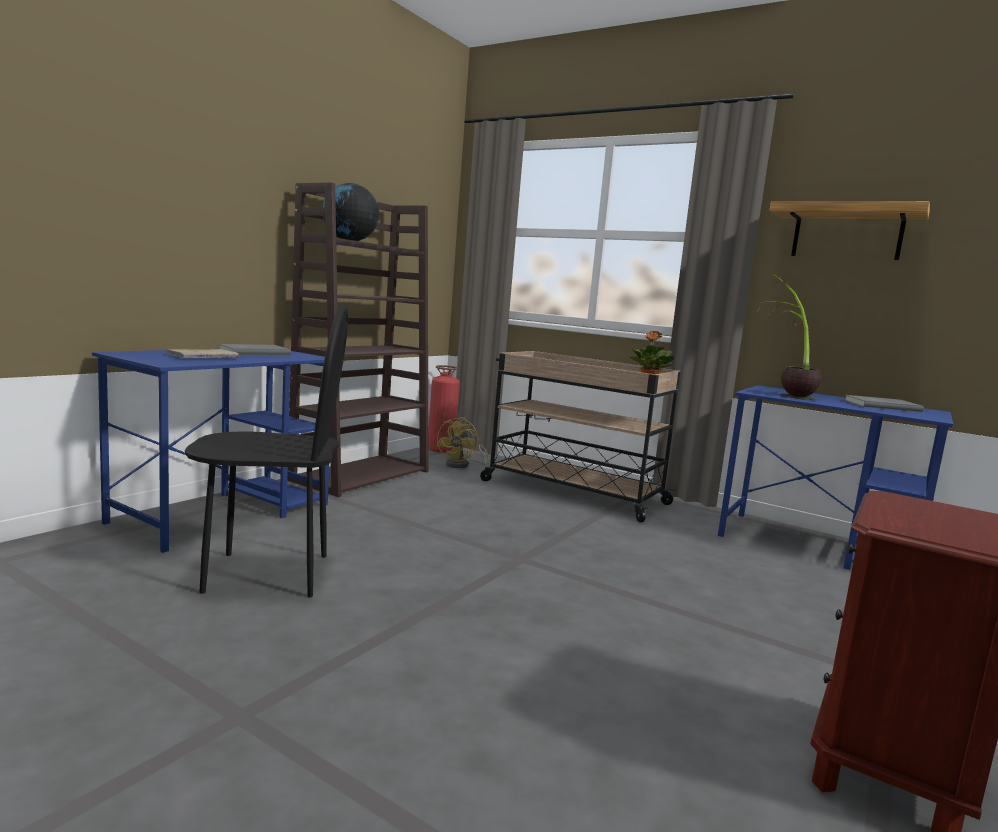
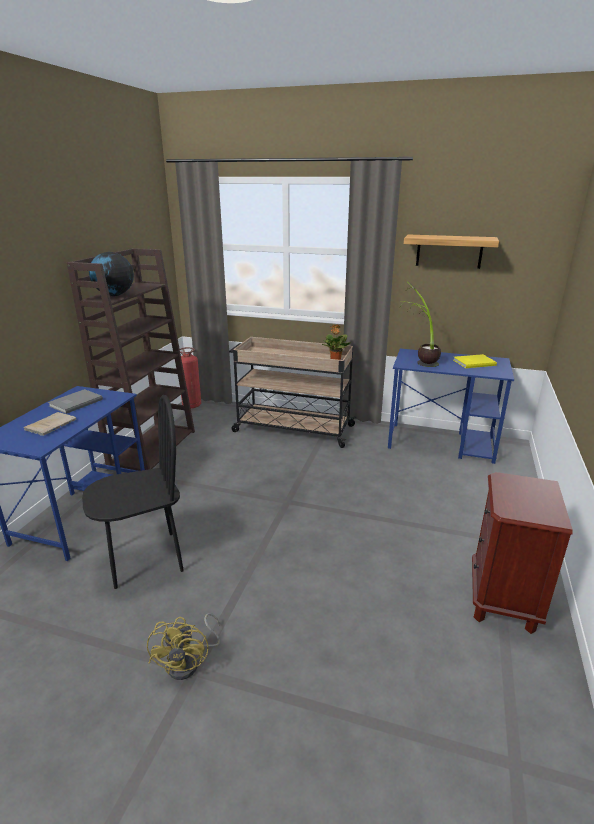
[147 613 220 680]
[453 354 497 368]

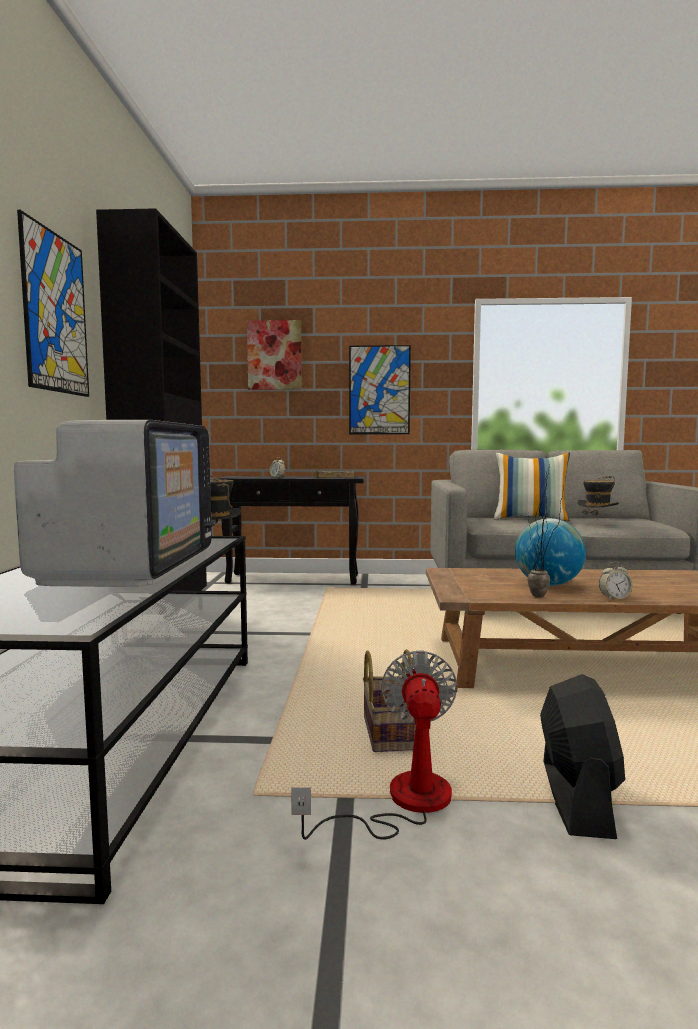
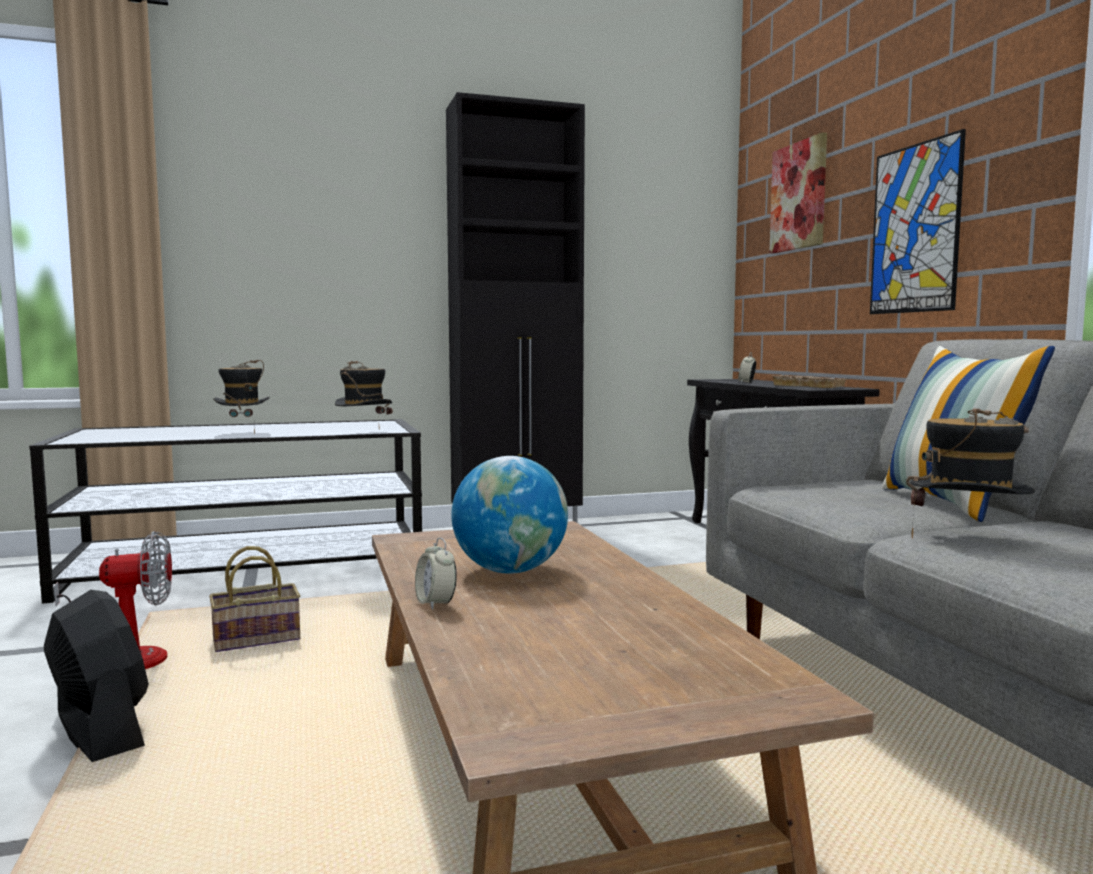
[17 210 89 397] (first image)
[527 465 564 598] (first image)
[213 360 270 435]
[44 590 149 762]

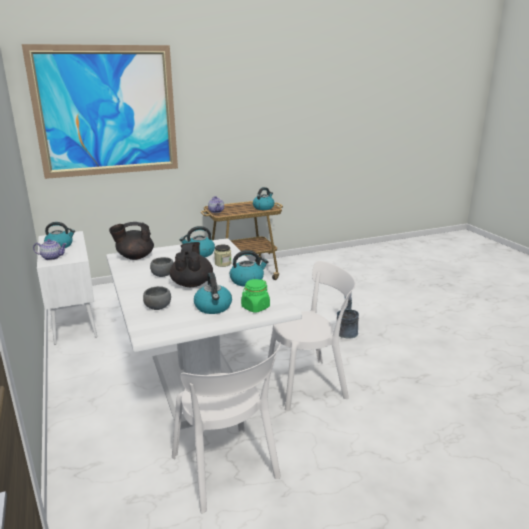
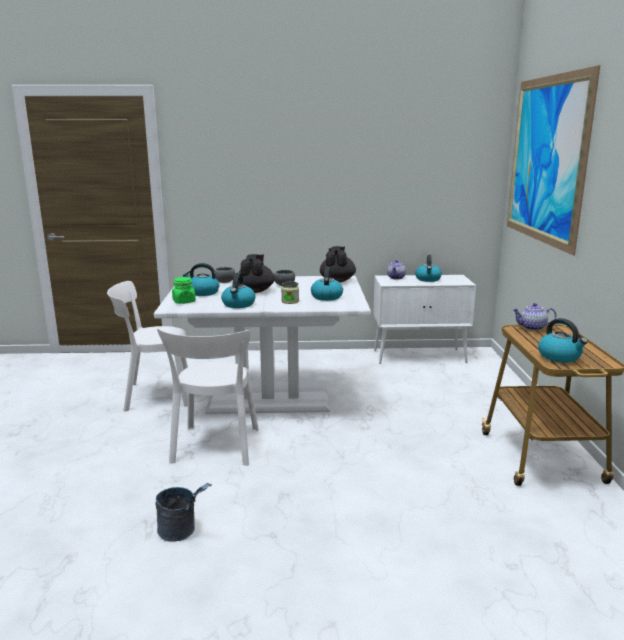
[155 483 212 542]
[238 254 275 293]

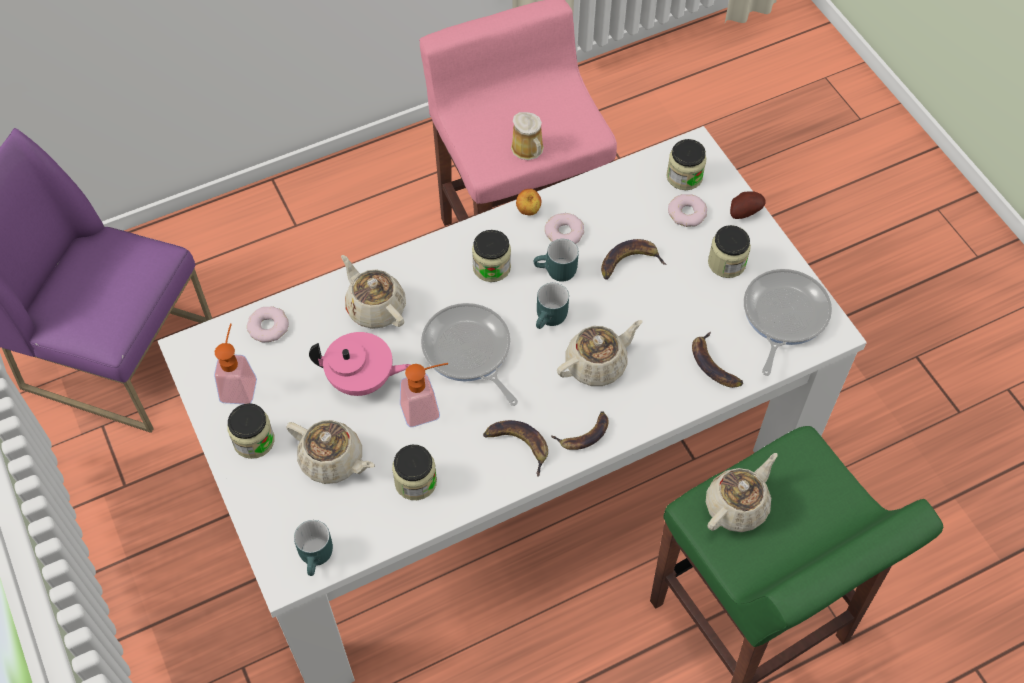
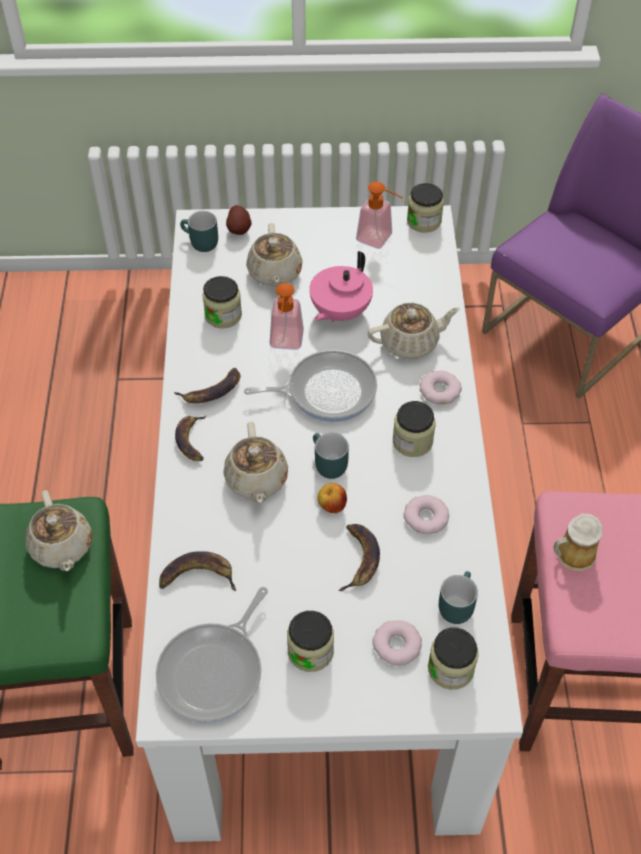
[407 183 444 233]
[420 370 462 404]
[317 483 347 513]
[439 571 478 624]
[226 205 252 235]
[246 223 303 287]
[156 587 268 723]

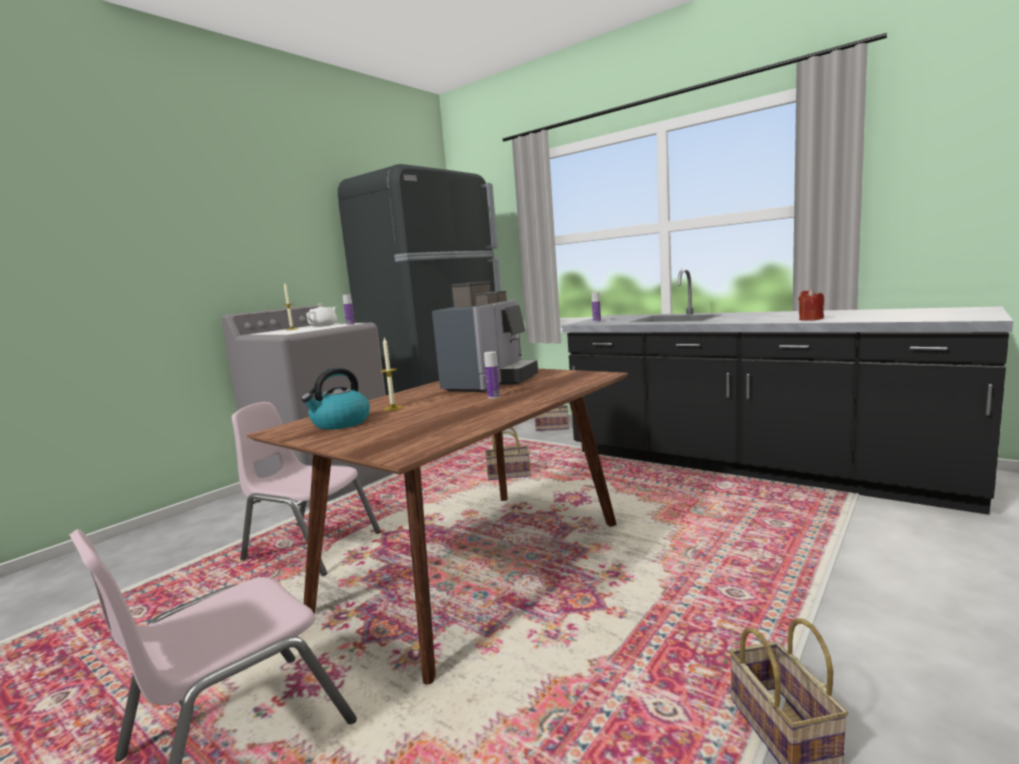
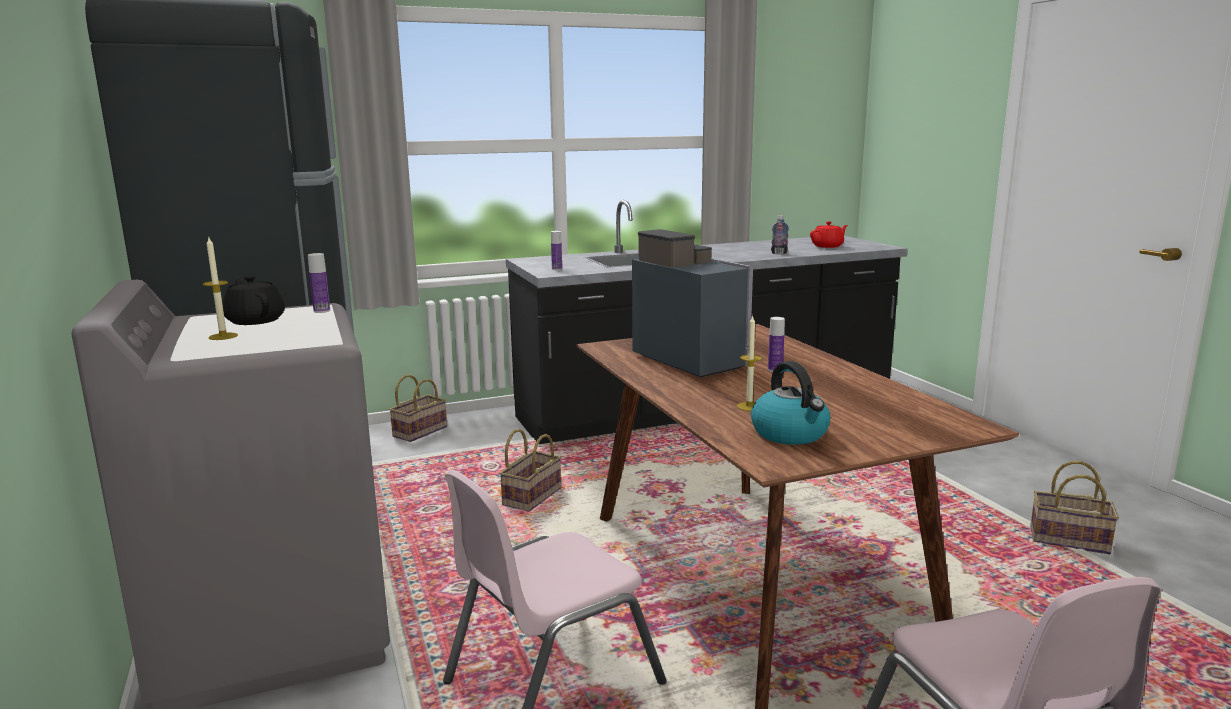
[810 221 848 248]
[771 215 789 254]
[222 276 285 325]

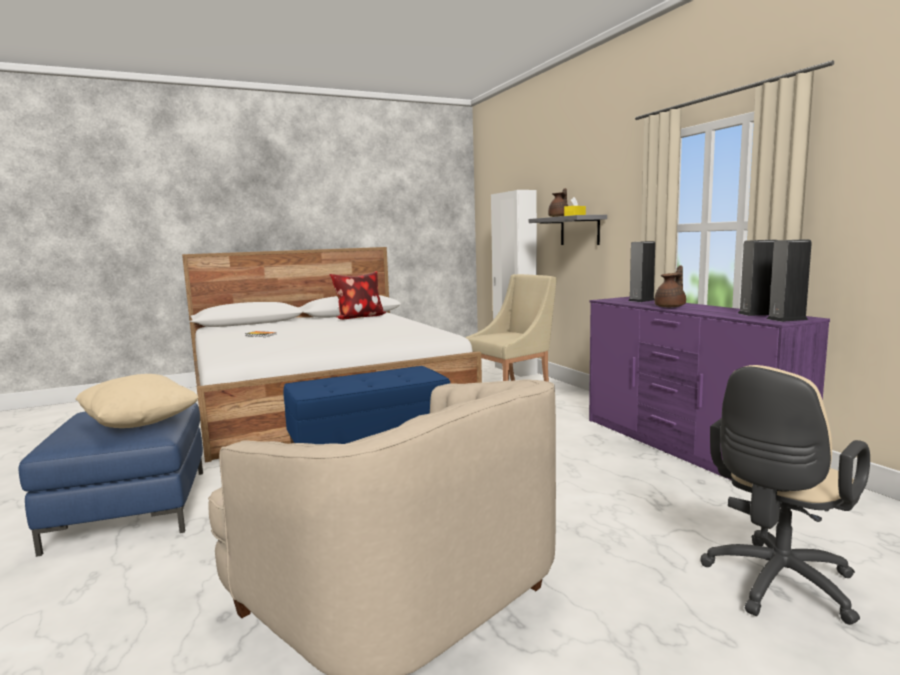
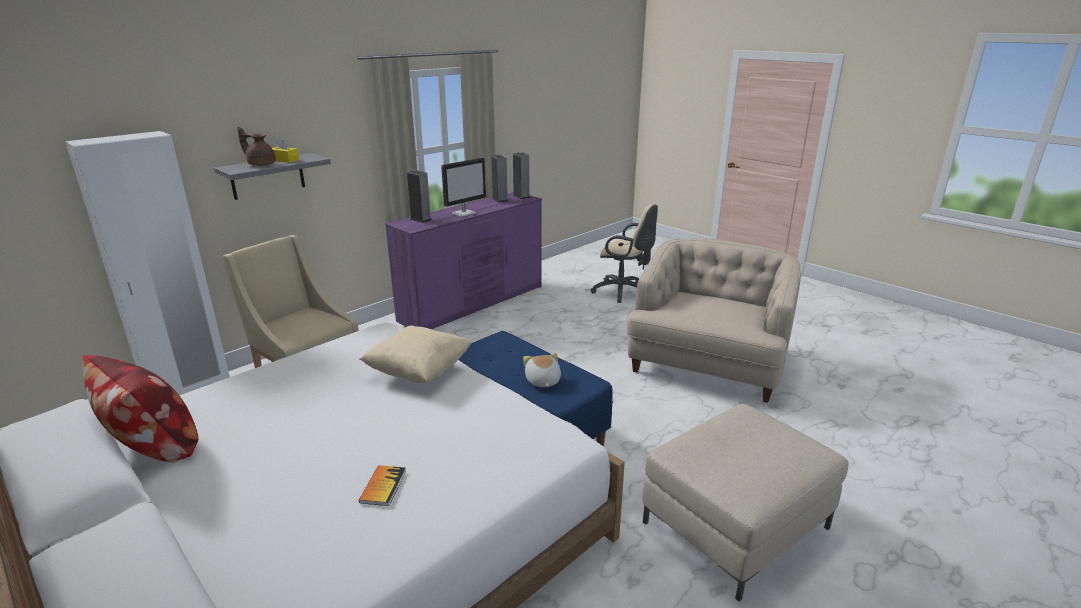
[523 353 561 387]
[359 326 473 383]
[441 158 486 217]
[642 404 849 602]

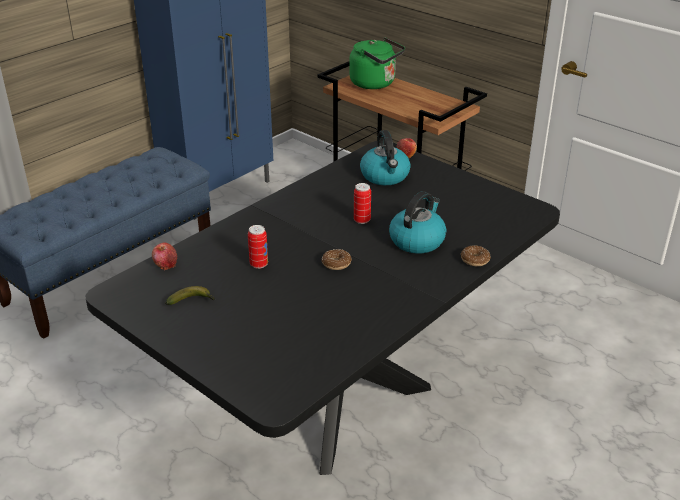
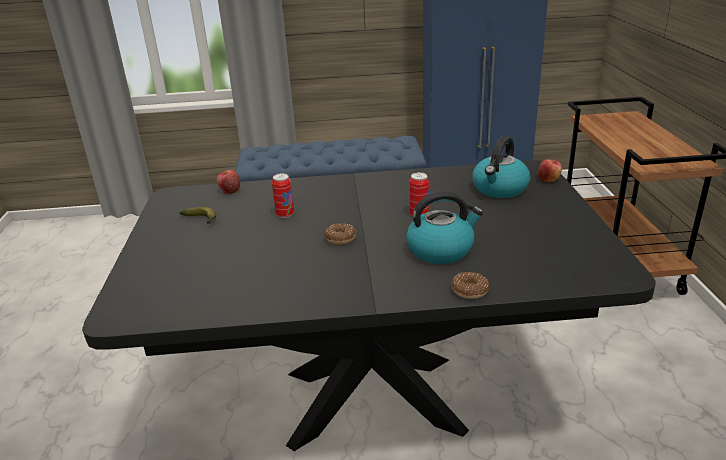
[349 37 405 89] (first image)

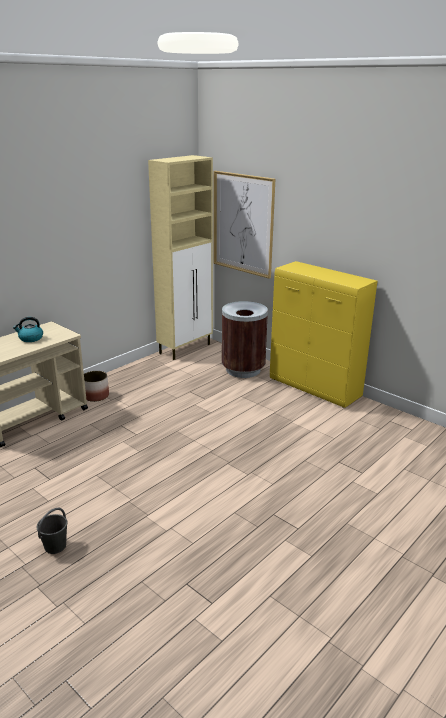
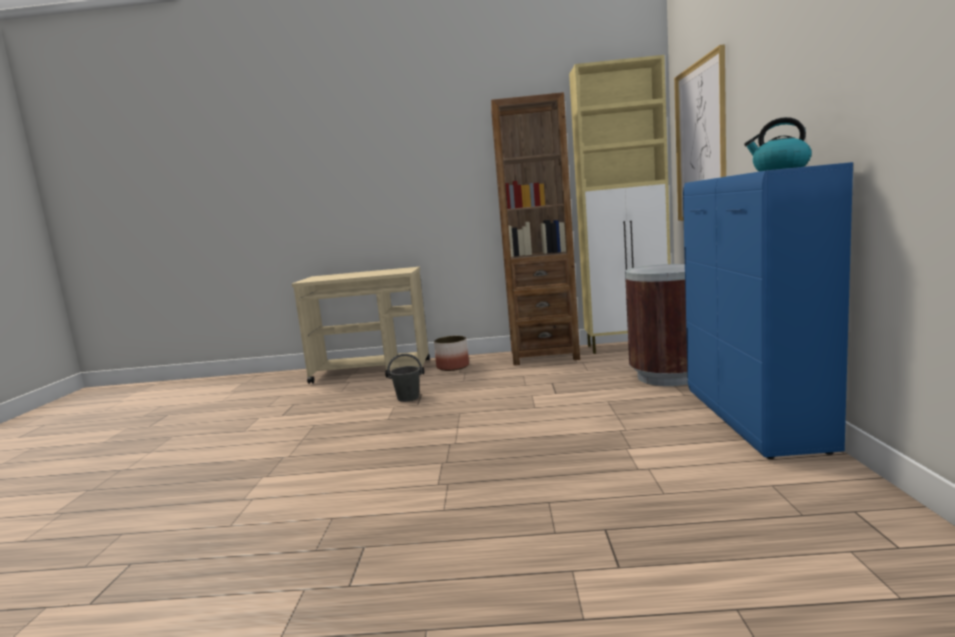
[491 92 580 365]
[744 117 812 172]
[387 354 423 402]
[683 162 853 459]

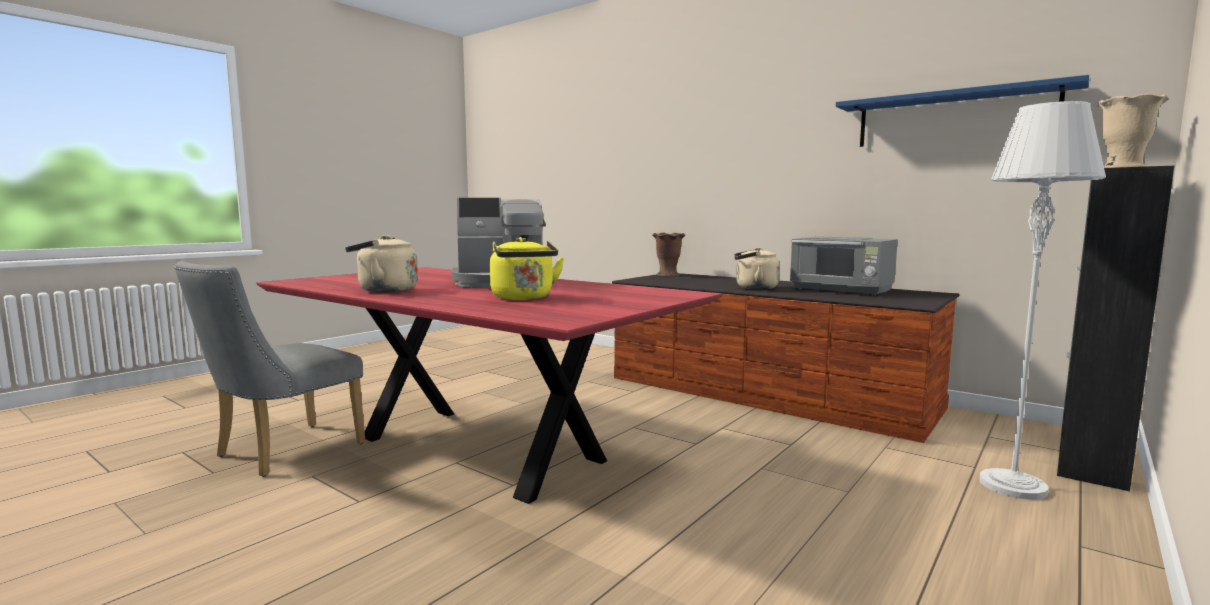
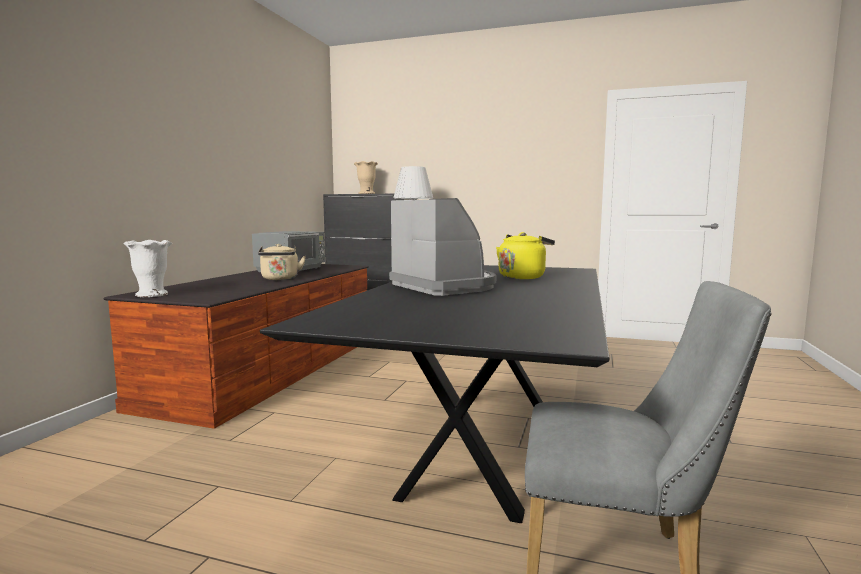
[345 235 418 293] (first image)
[836 75 1089 147] (first image)
[260 265 609 523]
[124 240 172 297]

